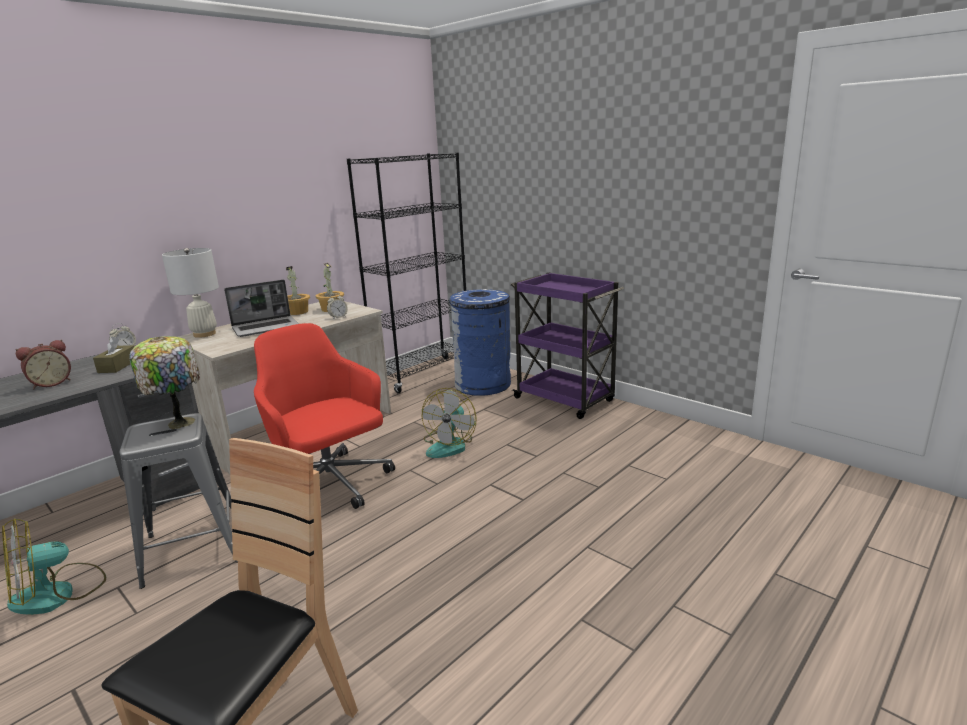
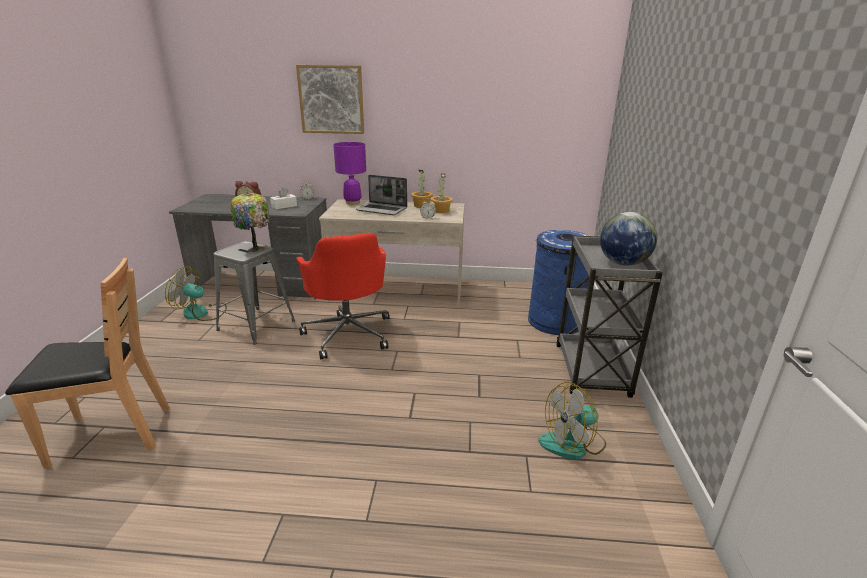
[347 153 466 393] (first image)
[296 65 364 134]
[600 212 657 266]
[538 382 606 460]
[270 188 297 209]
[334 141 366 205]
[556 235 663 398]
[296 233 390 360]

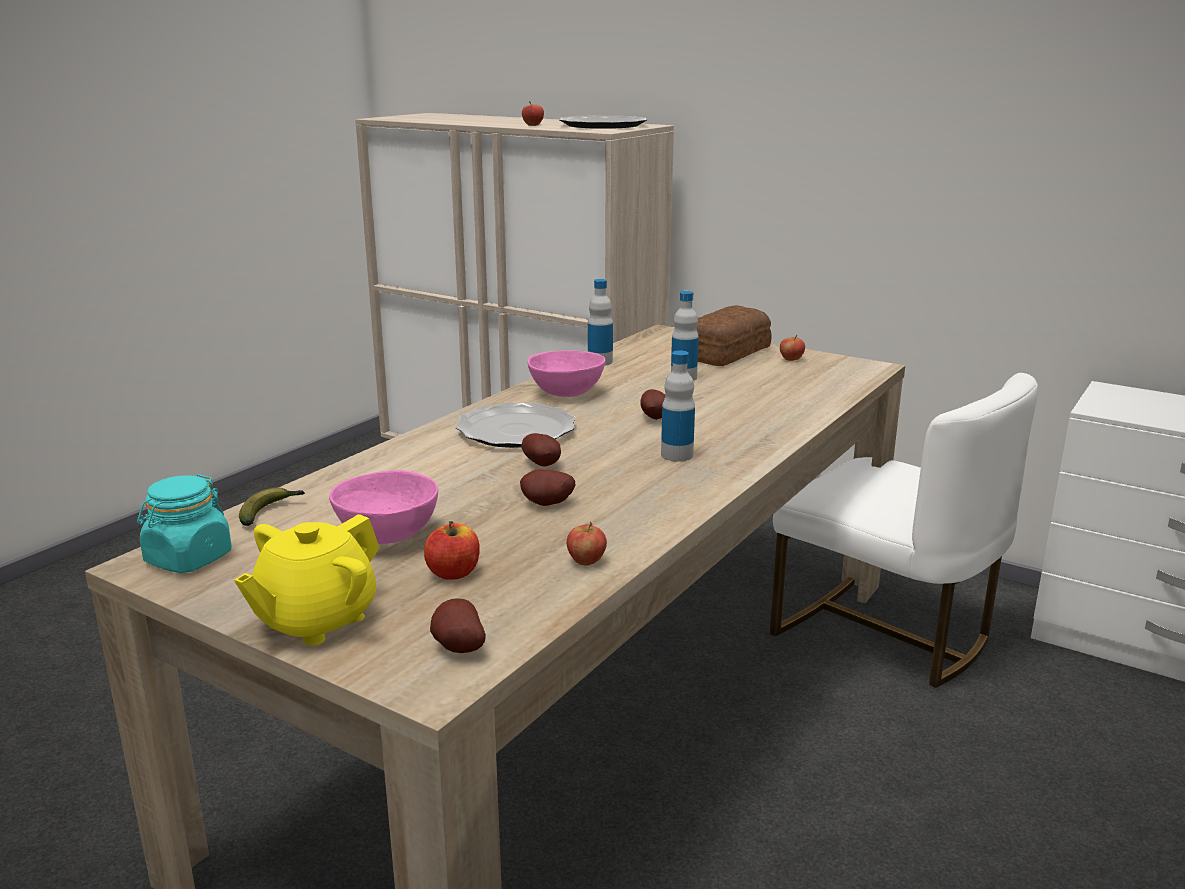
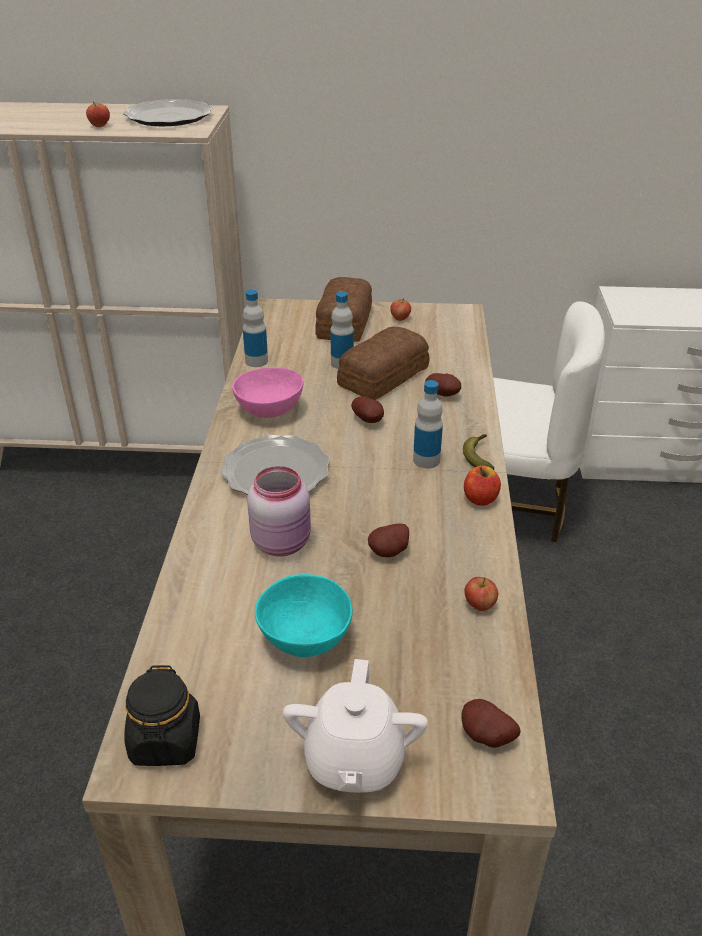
[247 466 311 557]
[337 327 430 400]
[463 434 494 470]
[464 466 501 506]
[425 373 461 397]
[124 665 200 766]
[283 659 428 793]
[255 574 353 657]

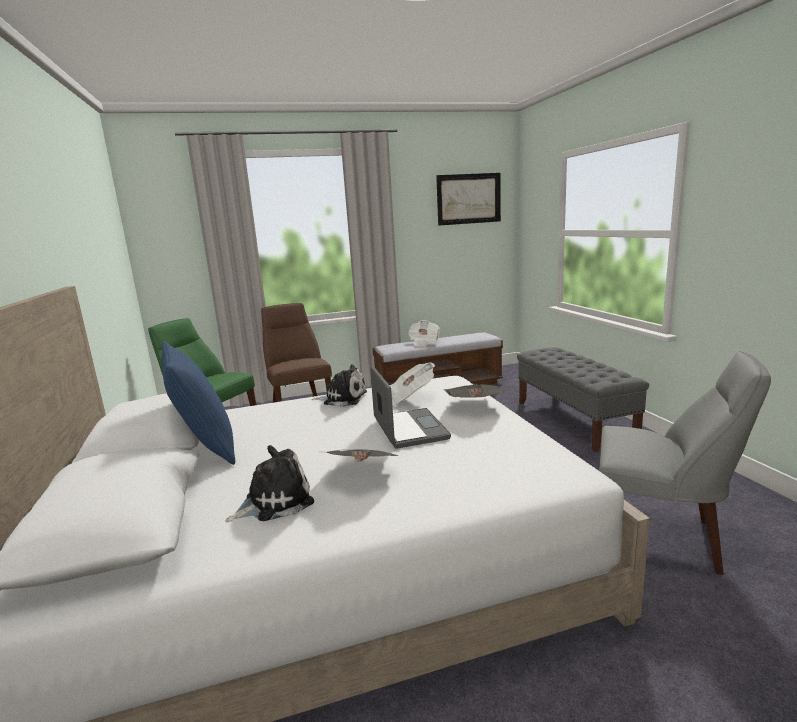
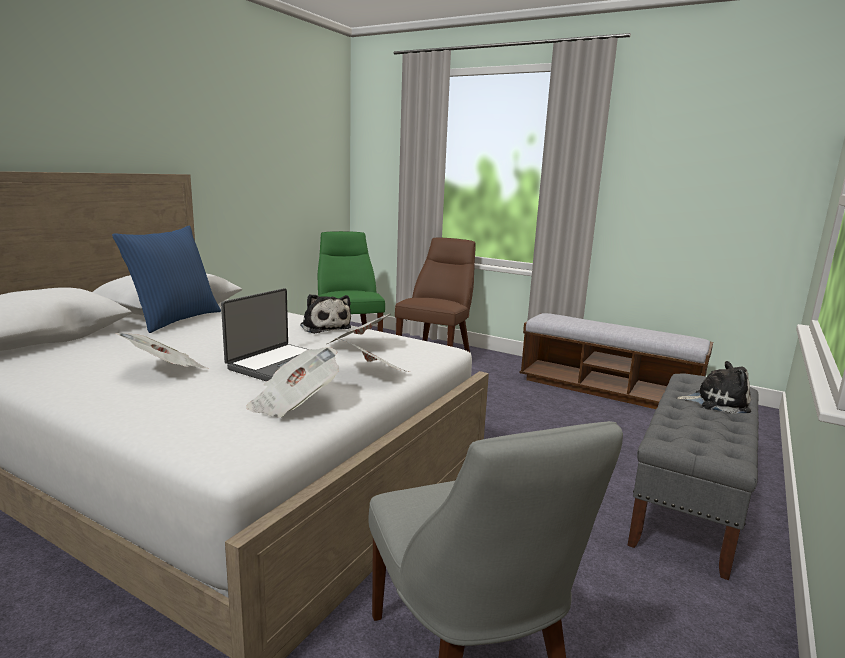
[436 173 501 226] (first image)
[677 361 751 414]
[247 347 339 417]

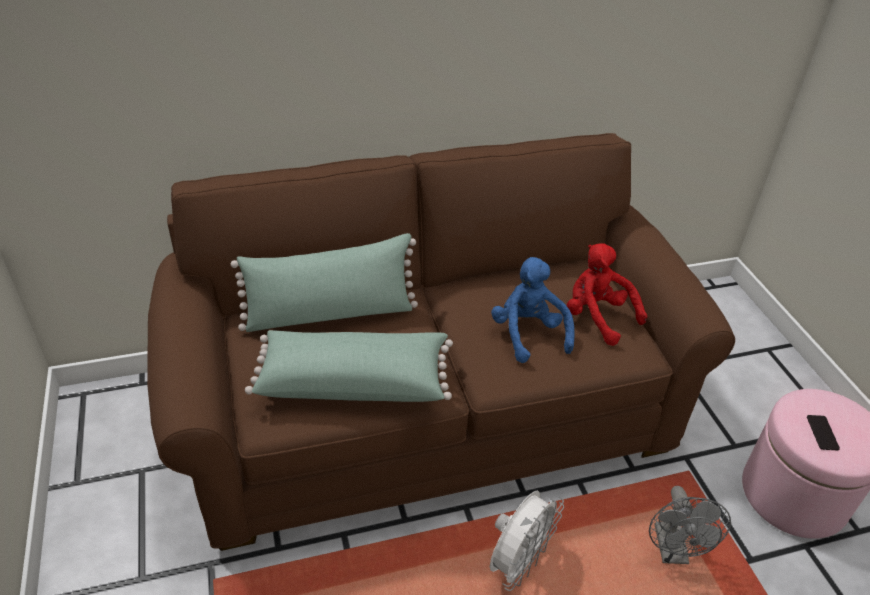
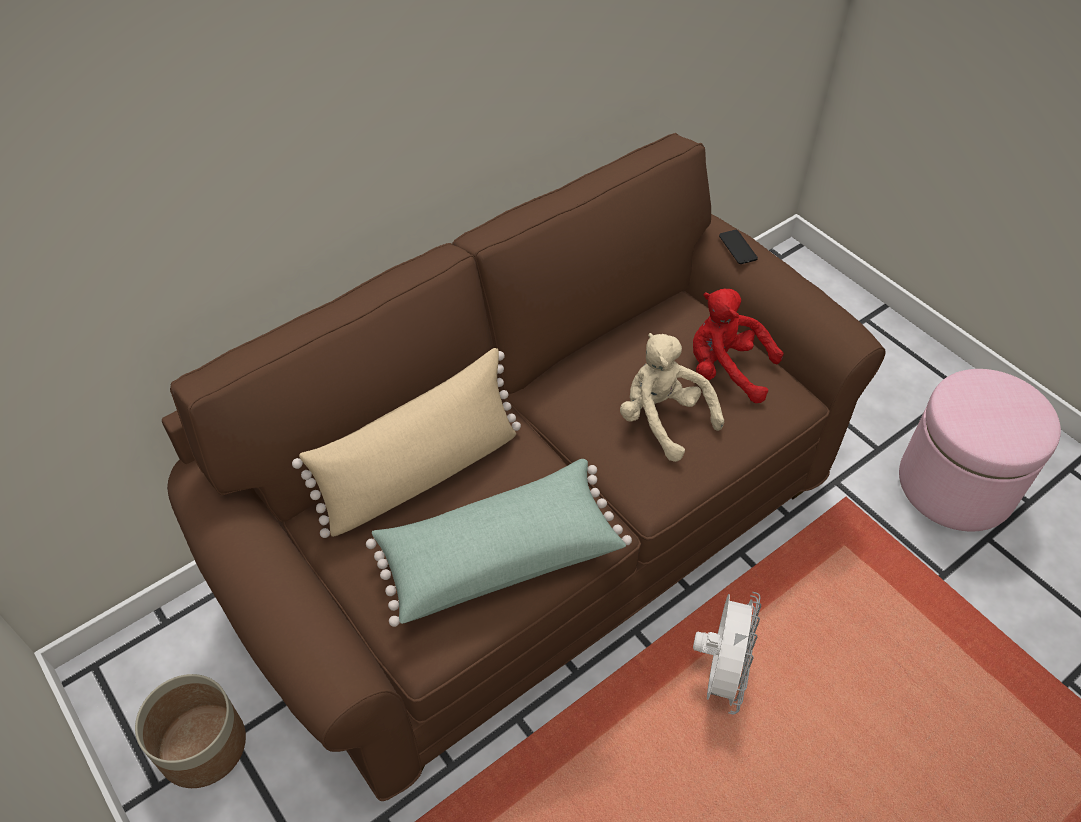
[649 486 731 564] (first image)
[135 674 246 788]
[719 230 758 264]
[292 348 521 538]
[620 333 724 462]

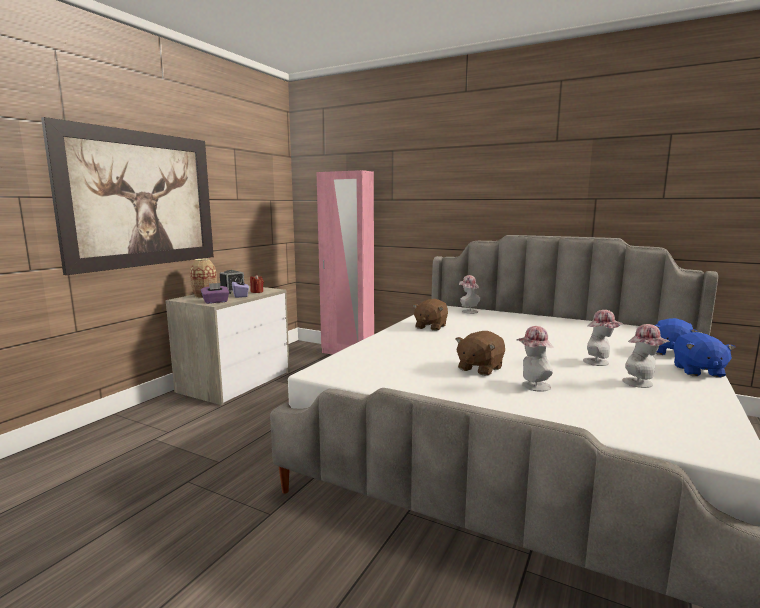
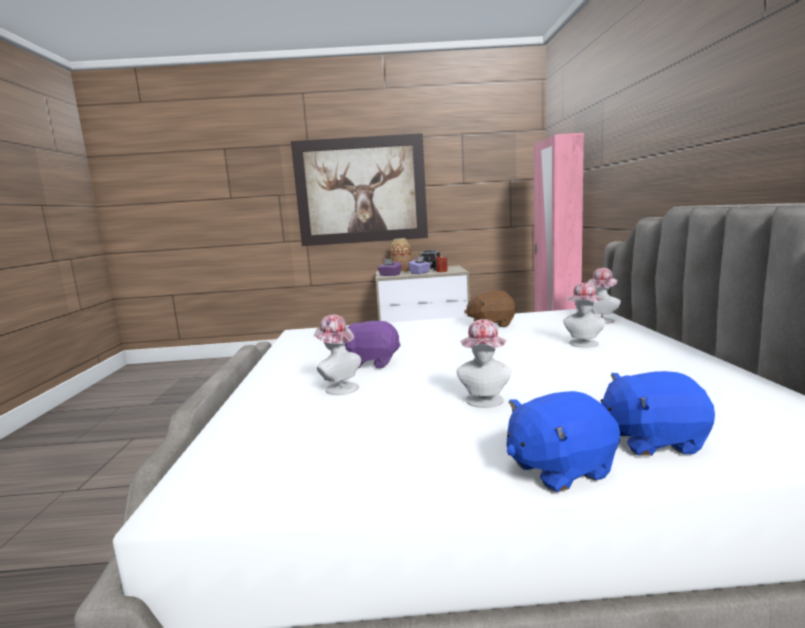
[563 282 606 348]
[345 321 401 368]

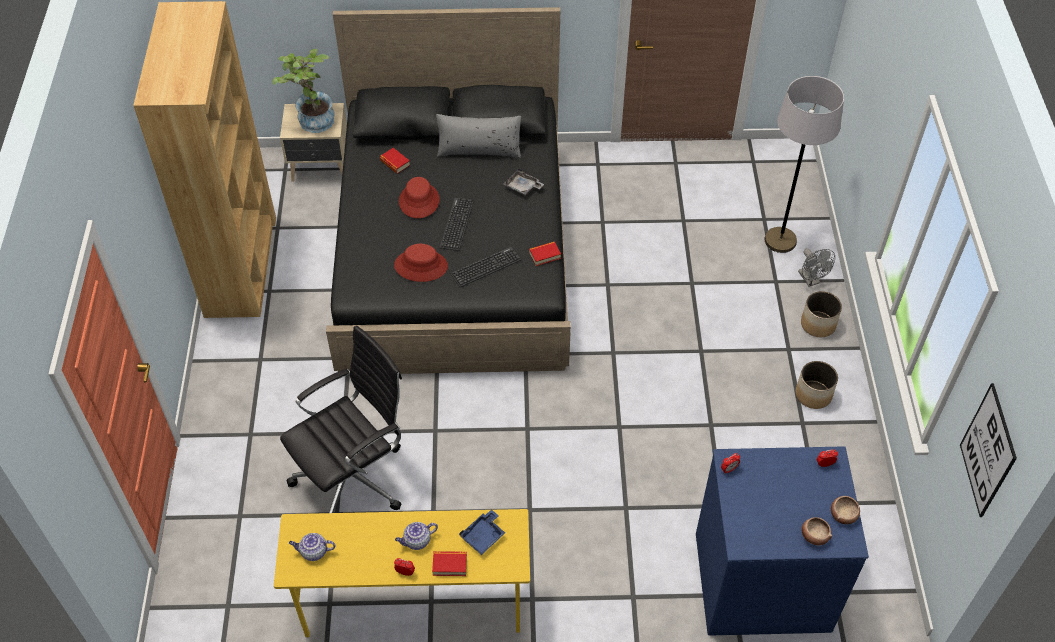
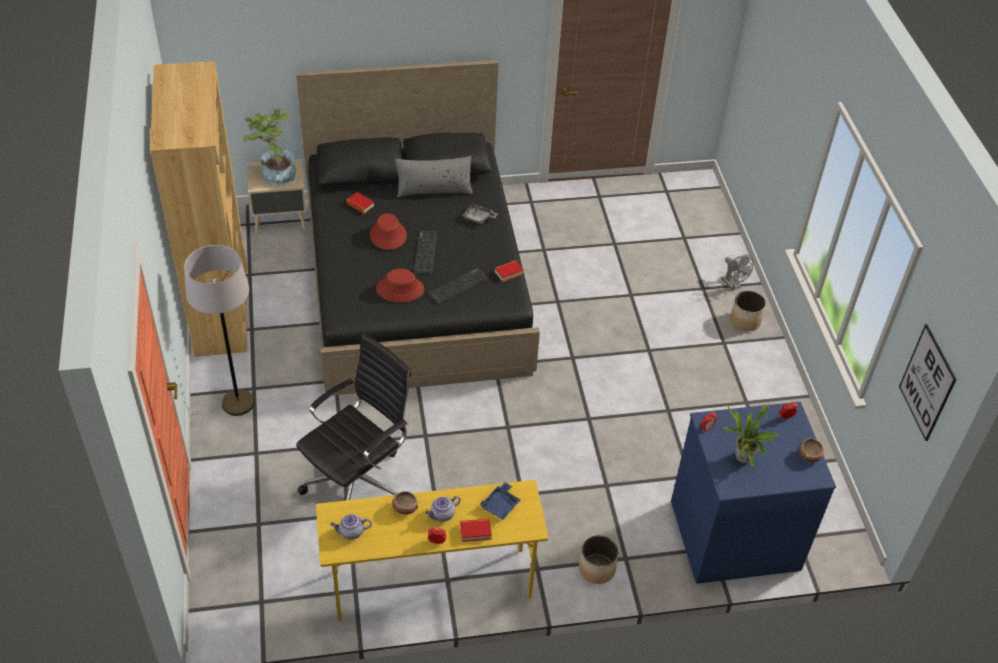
[722 404 779 468]
[184 245 255 416]
[579 535 619 584]
[392 491 418 515]

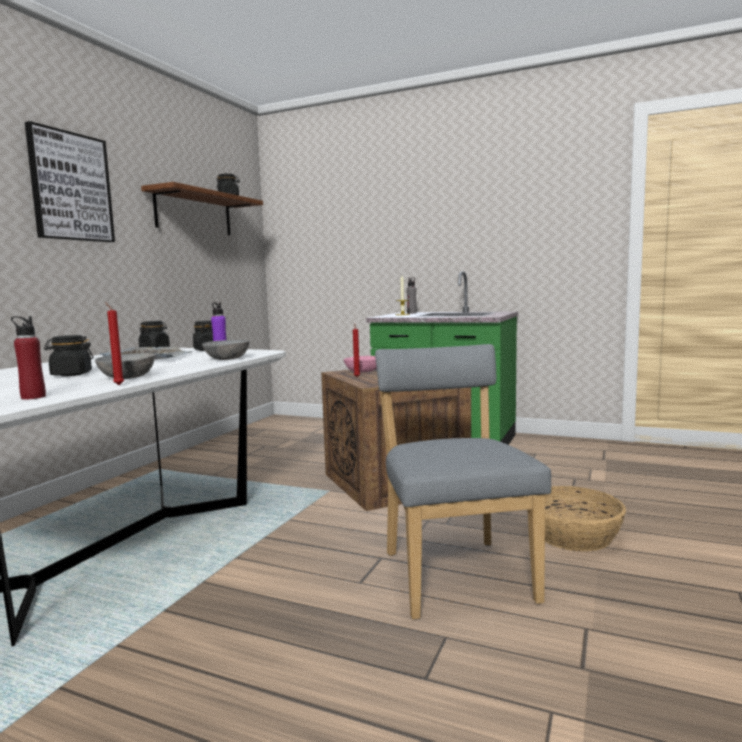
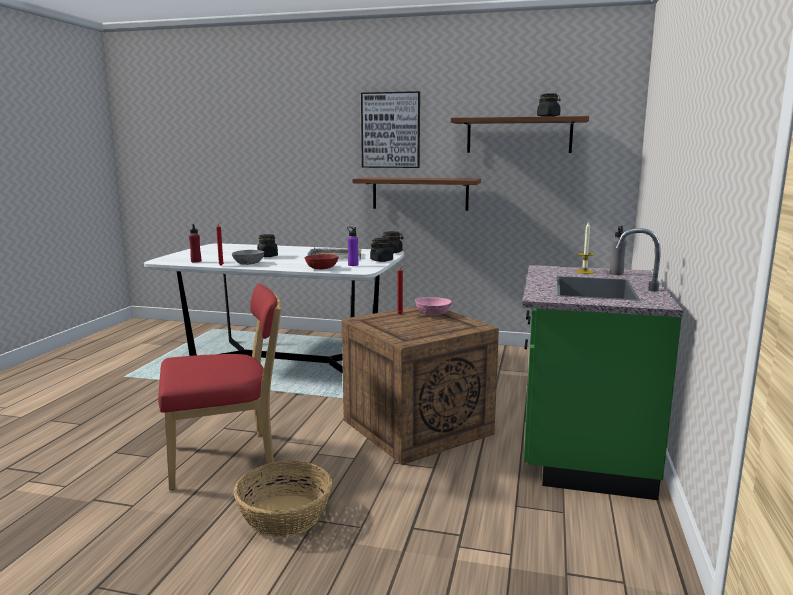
[352 177 481 211]
[305 254 338 269]
[158 283 282 490]

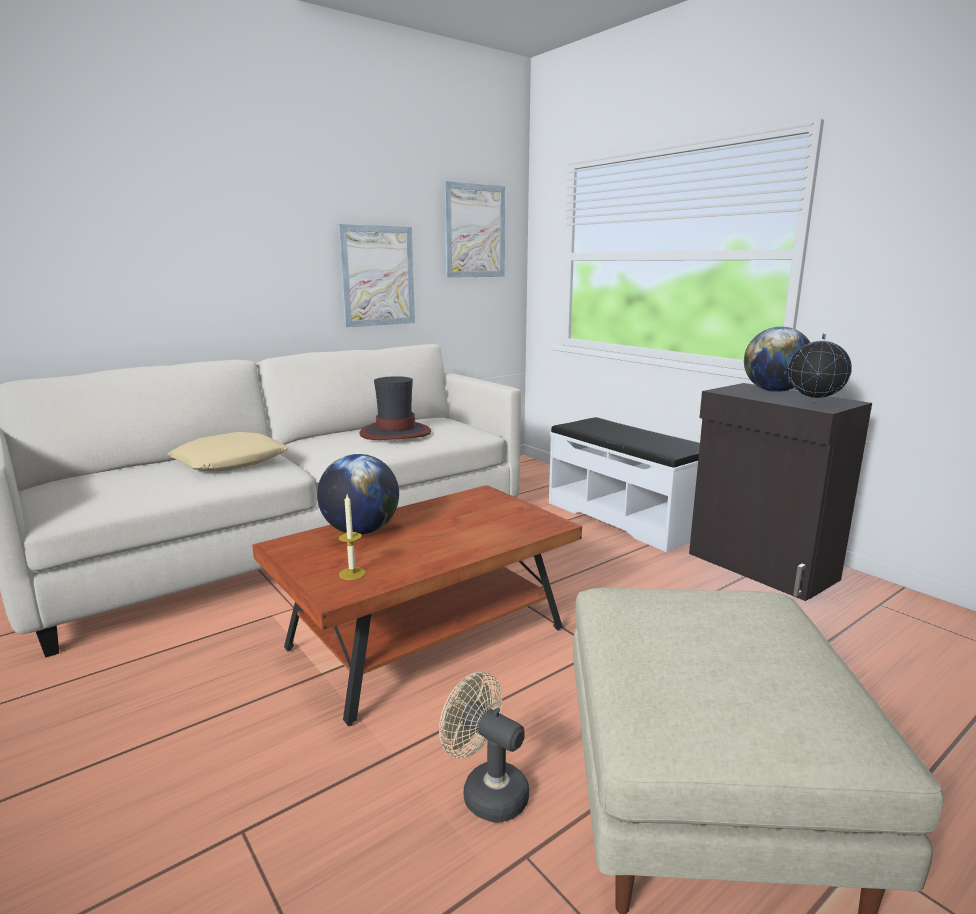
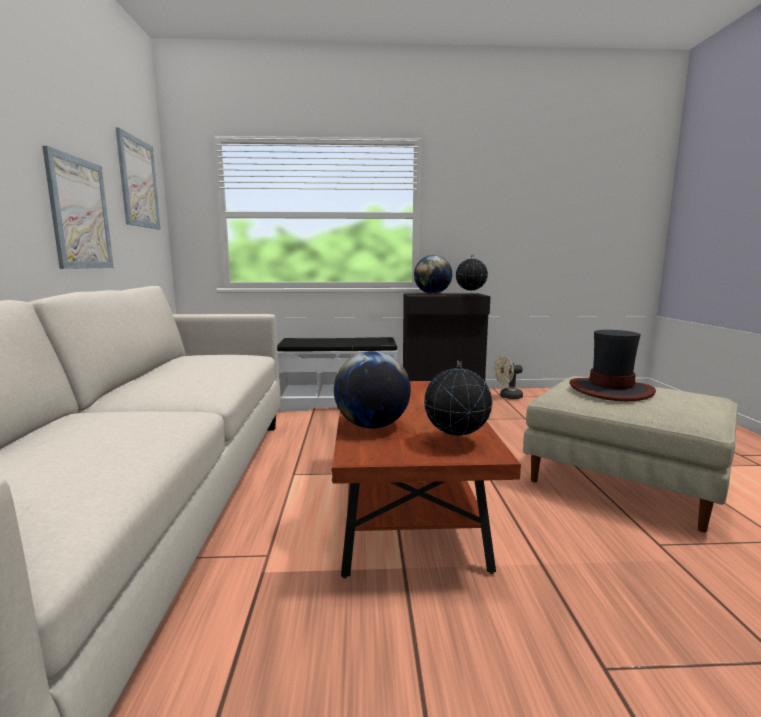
[167 432 289 472] (first image)
[570 330 656 401]
[494 356 523 399]
[424 361 492 442]

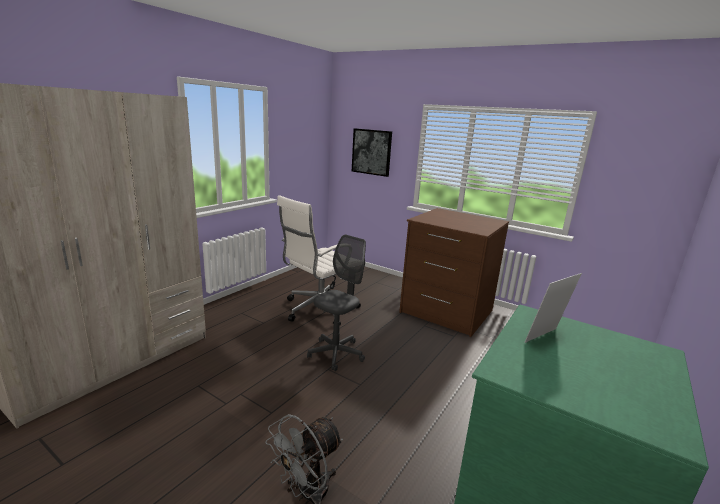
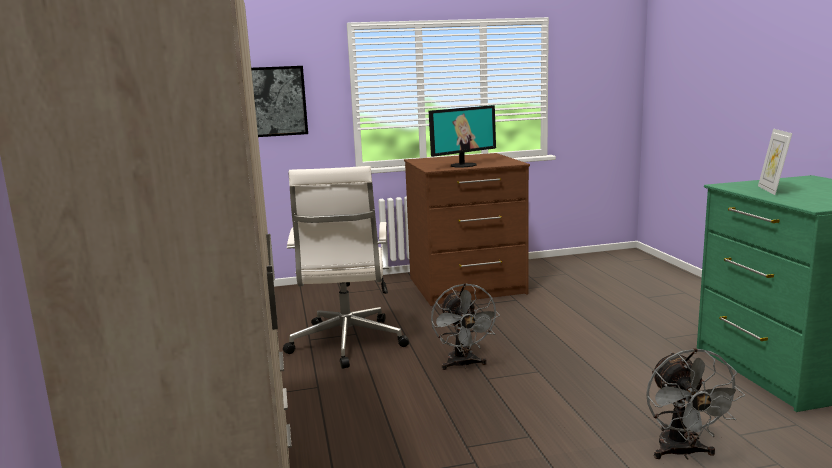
[429 105 496 167]
[431 283 500 370]

